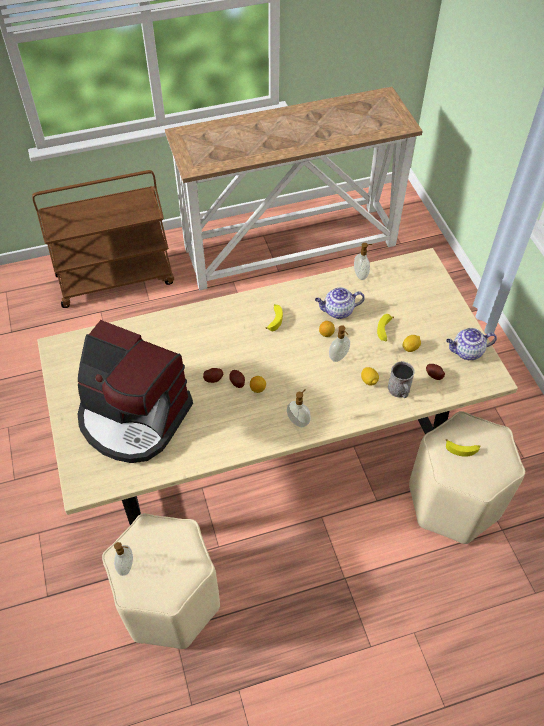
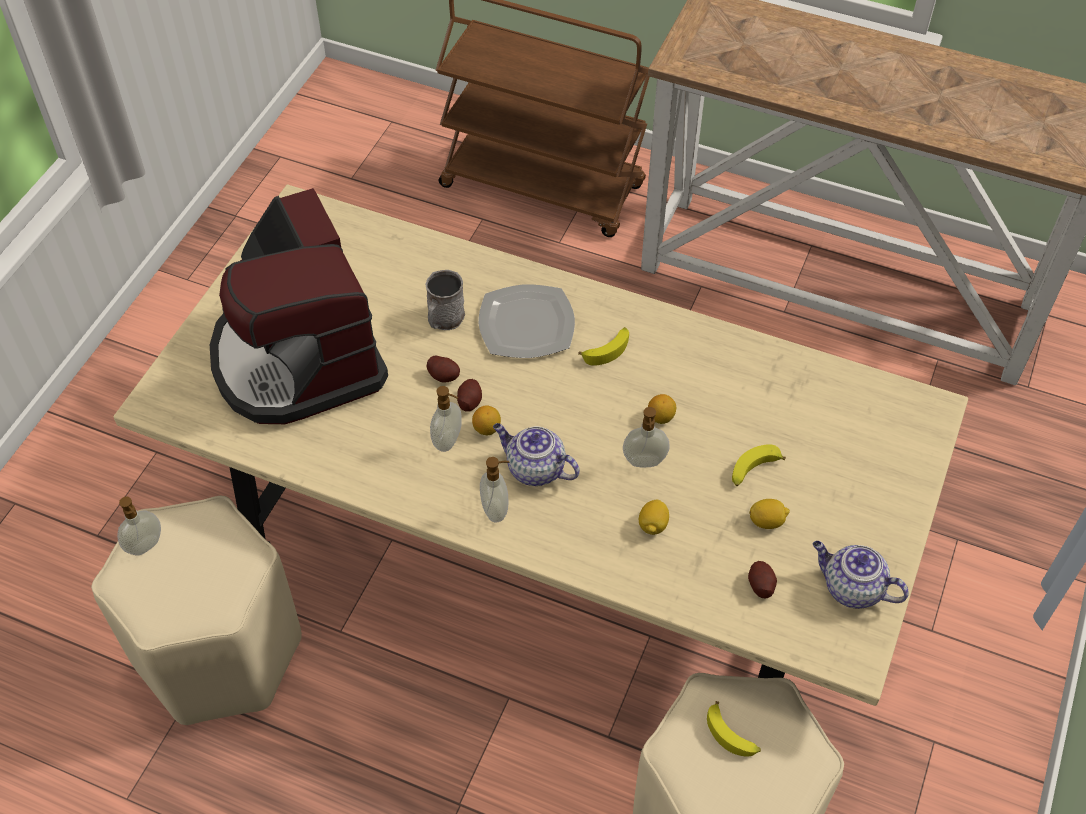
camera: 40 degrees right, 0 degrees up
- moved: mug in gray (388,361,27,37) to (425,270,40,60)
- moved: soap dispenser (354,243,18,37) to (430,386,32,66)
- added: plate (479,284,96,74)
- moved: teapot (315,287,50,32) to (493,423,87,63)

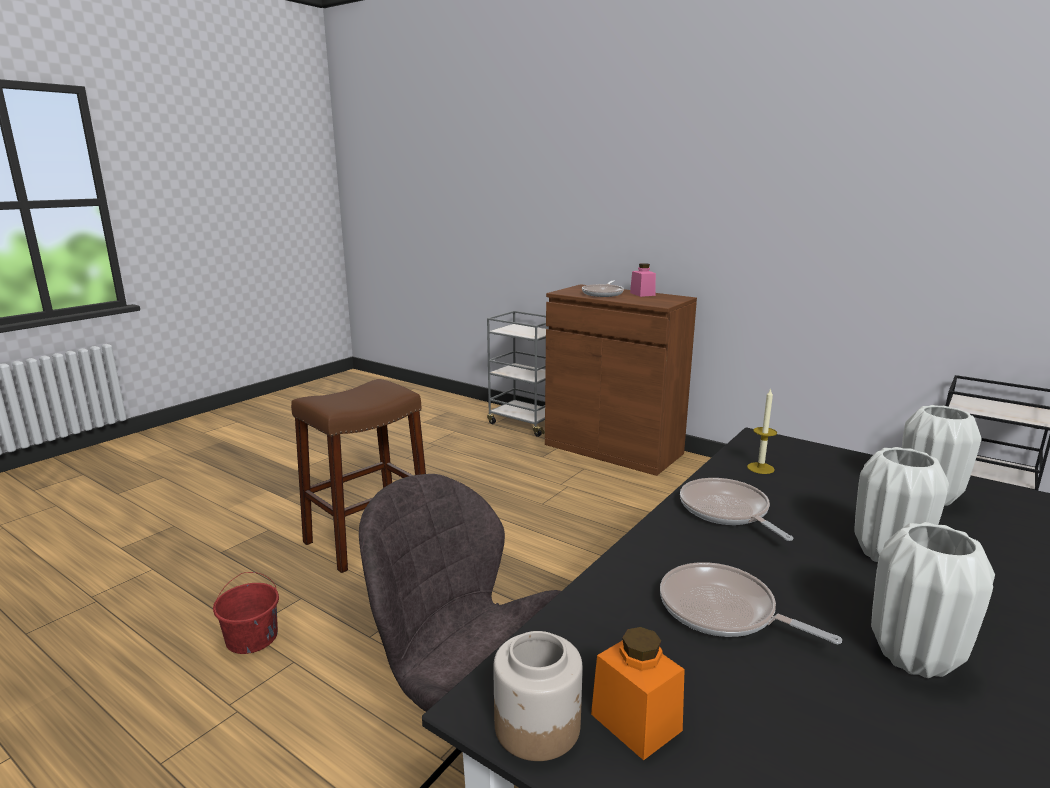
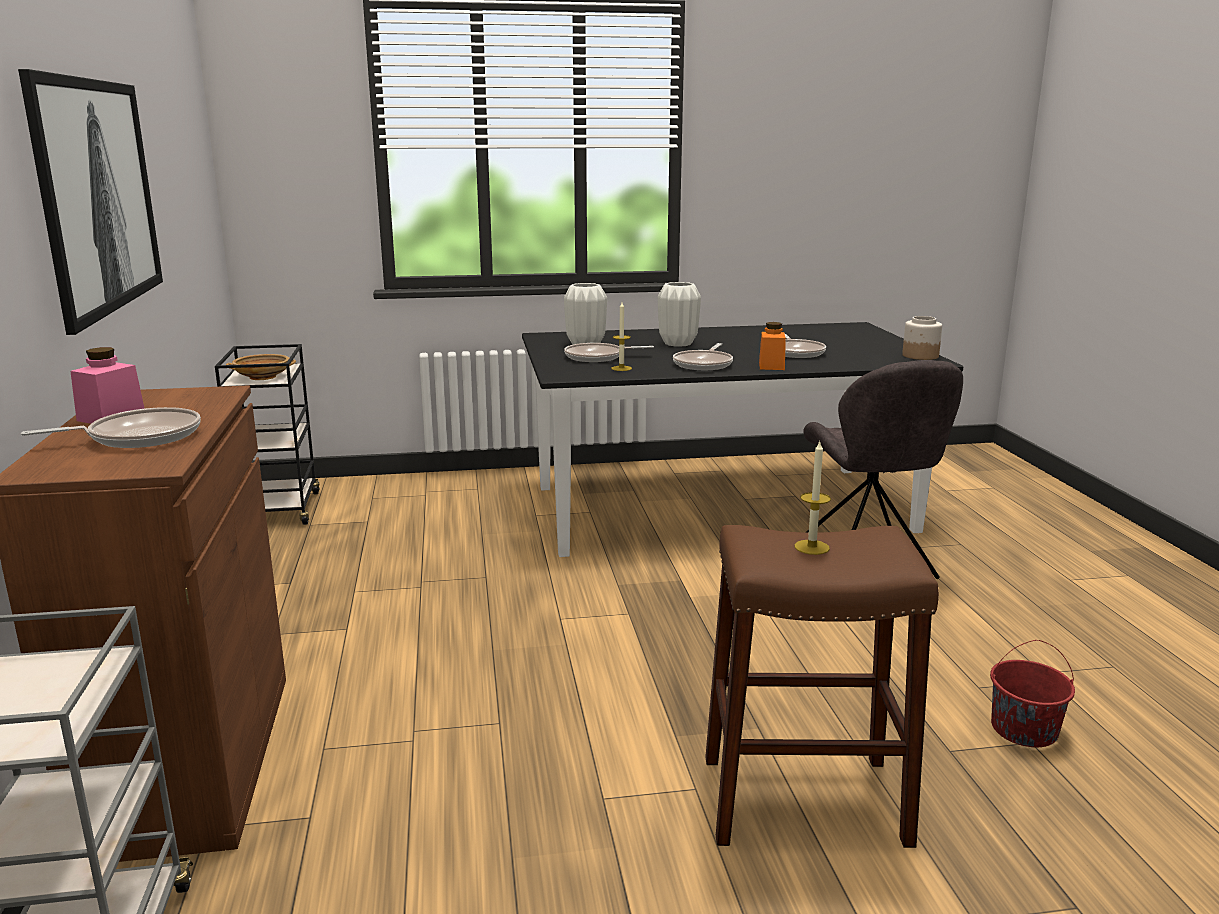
camera: 135 degrees left, 0 degrees up
- added: wall art (18,69,145,266)
- added: serving bowl in sand-coloured (226,354,70,26)
- added: pan (564,343,90,19)
- moved: storage jar in orange-coloured (591,627,94,133) to (759,322,27,48)
- added: wax candle (795,442,36,113)
- removed: vase in white-coloured (871,522,124,156)

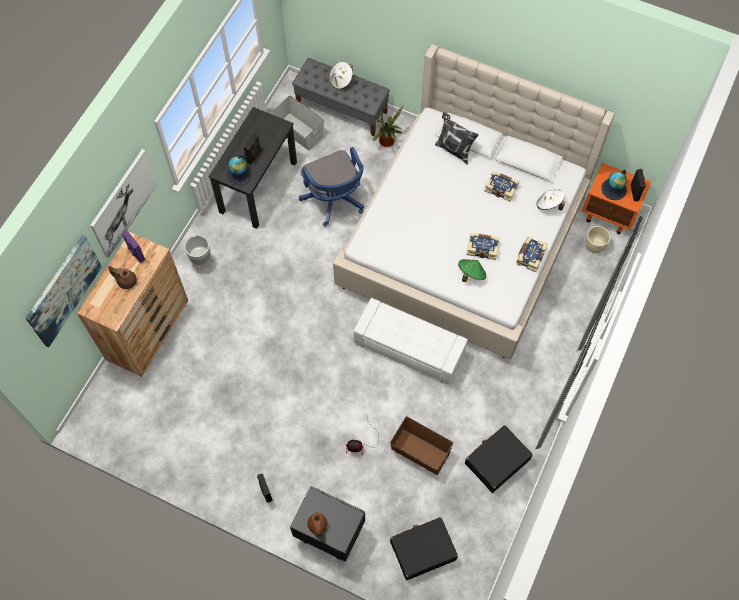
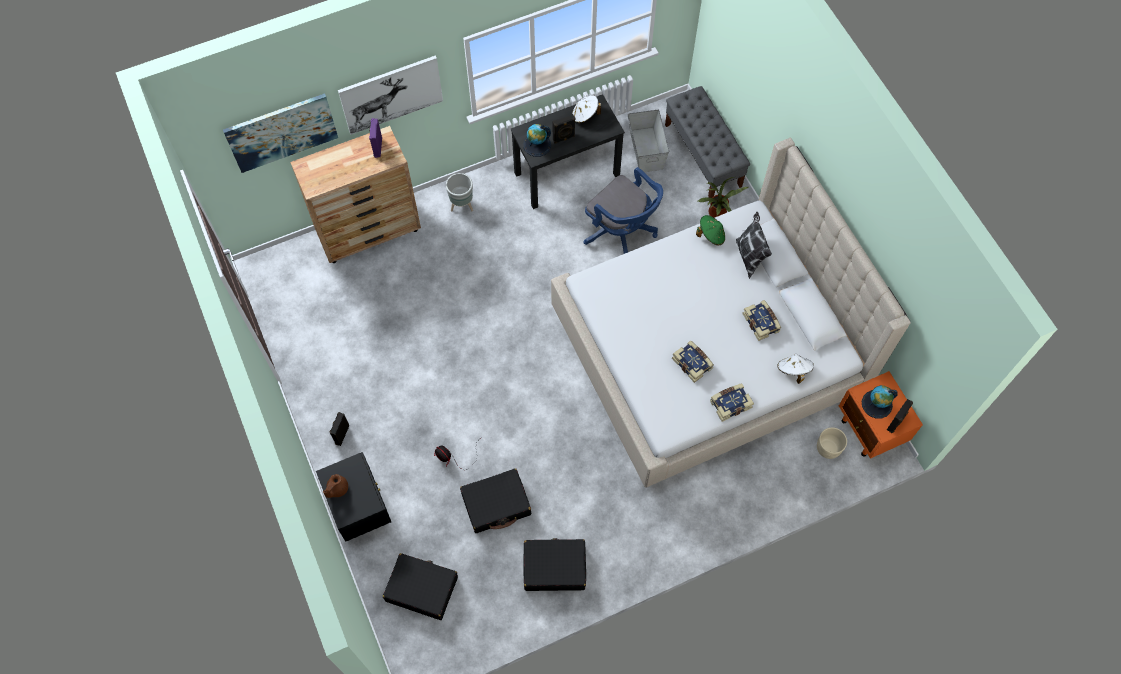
camera: 40 degrees right, 0 degrees up
- replaced: storage box in brown-coloured (390,416,63,59) to travel case in black (460,468,71,65)
- moved: wearable hat in white-coloured (329,62,24,28) to (572,95,29,28)
- turned: desk chair in bluish (299,147,65,79) = (583,167,80,87) 60 degrees counterclockwise
- moved: wearable hat in green (458,259,28,23) to (696,215,29,31)
- removed: teapot in brown-coloured (108,266,29,23)
- removed: footrest in white-coloured (354,298,114,87)

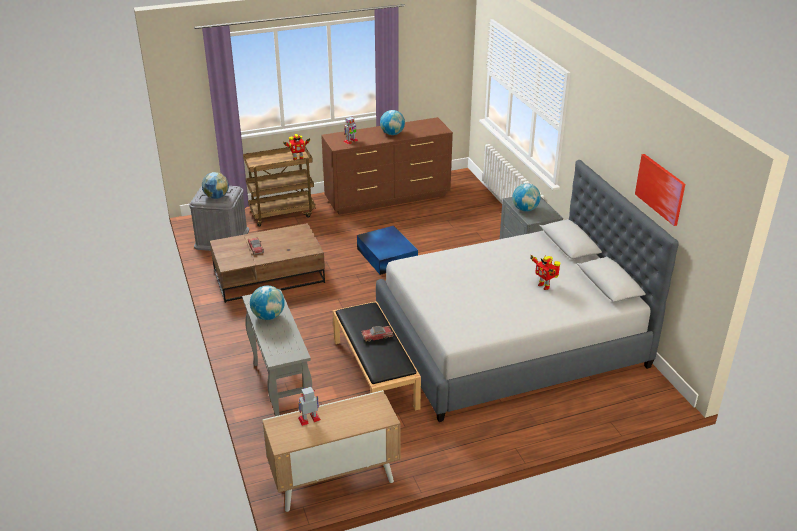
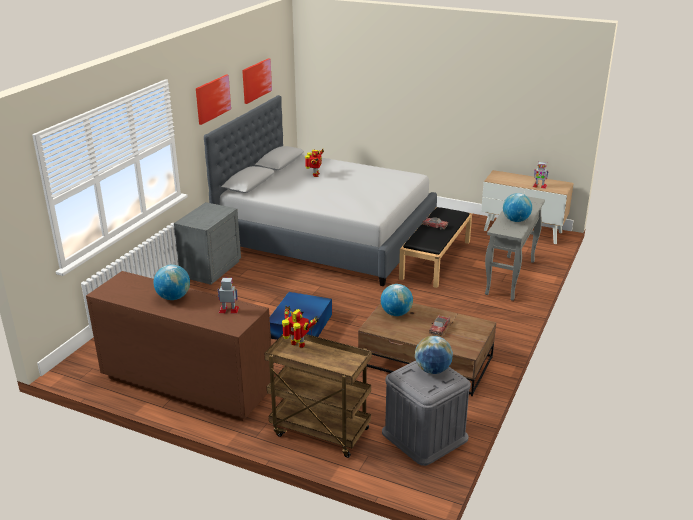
camera: 135 degrees left, 5 degrees down
- added: wall art (196,75,35,50)
- moved: world globe (512,183,29,28) to (381,284,32,32)

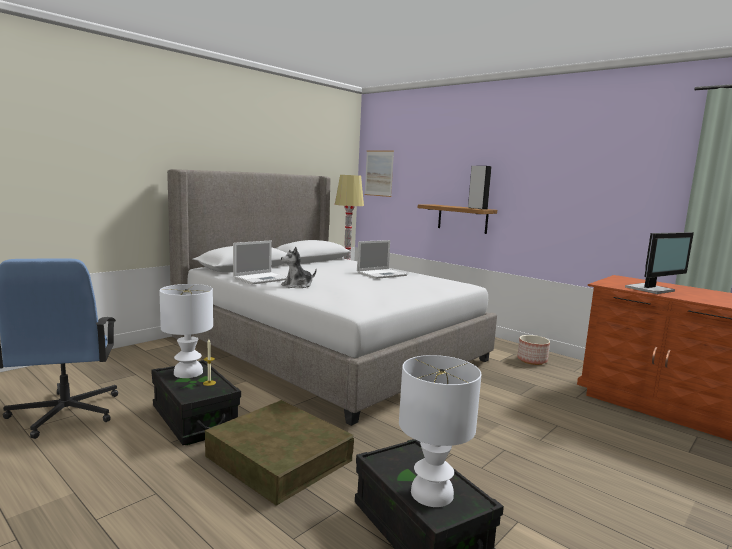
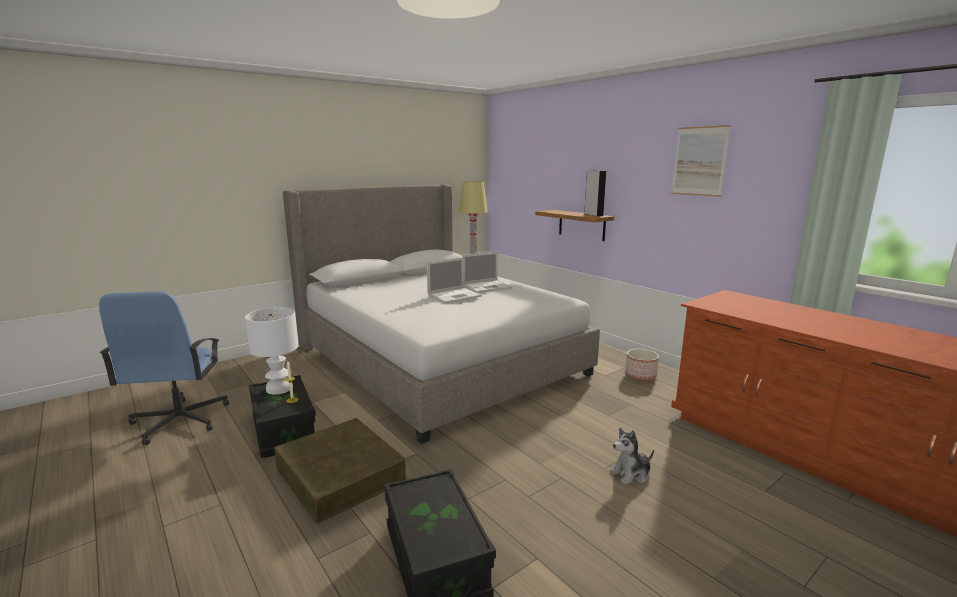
camera: 10 degrees right, 5 degrees up
- moved: laptop (233,240,54,45) to (427,257,55,46)
- moved: soft toy (281,247,36,41) to (610,427,44,58)
- moved: wall art (365,151,29,46) to (671,125,60,72)
- removed: lamp for a table in white-coloured (399,355,82,152)
- removed: monitor (625,232,69,62)

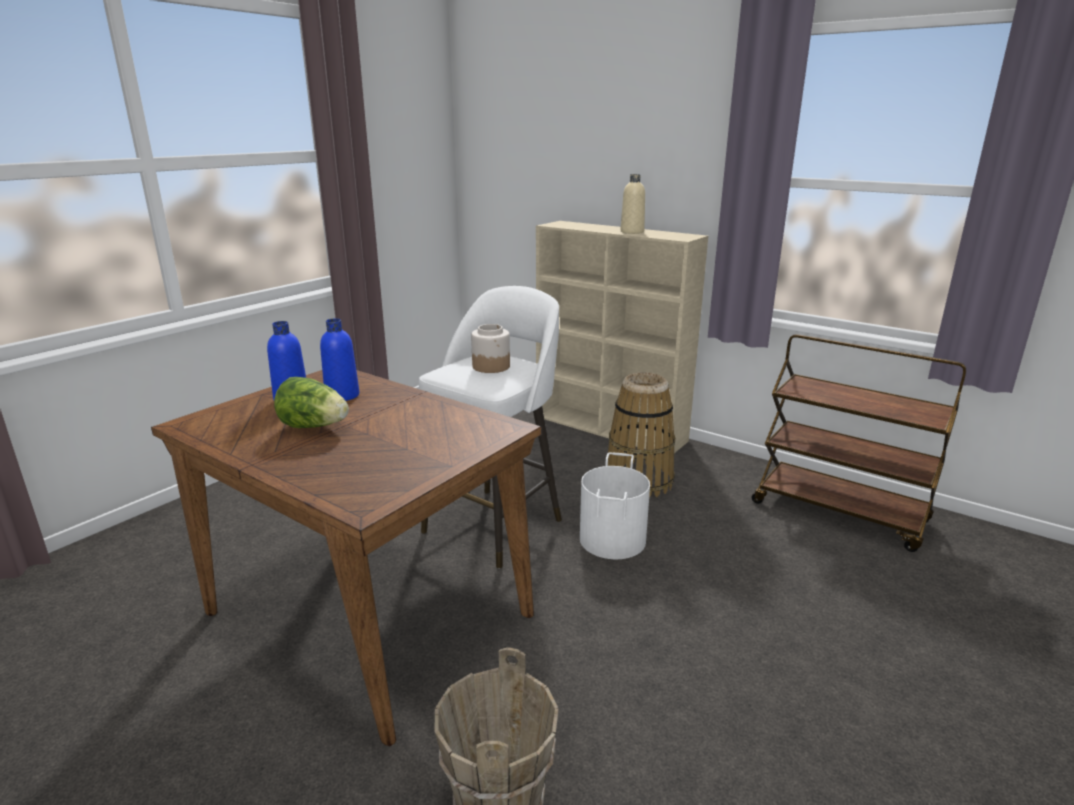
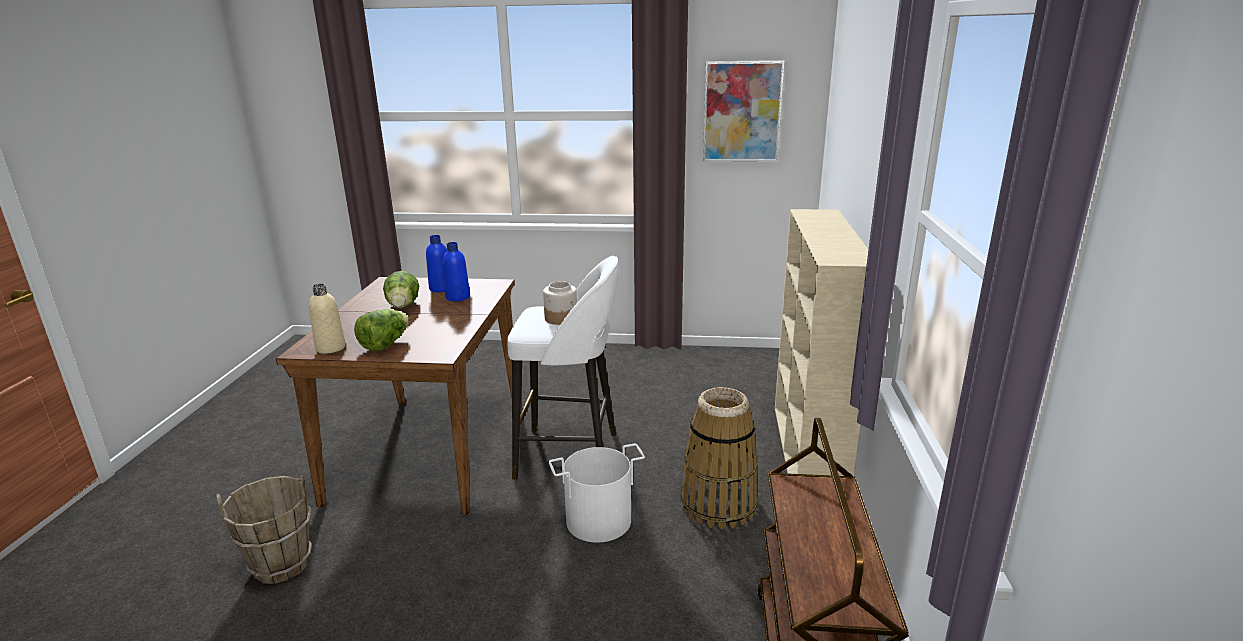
camera: 60 degrees right, 0 degrees up
- moved: bottle in sand-coloured (620,174,25,60) to (308,284,38,70)
- added: head of lettuce (354,309,55,42)
- added: wall art (703,60,81,102)

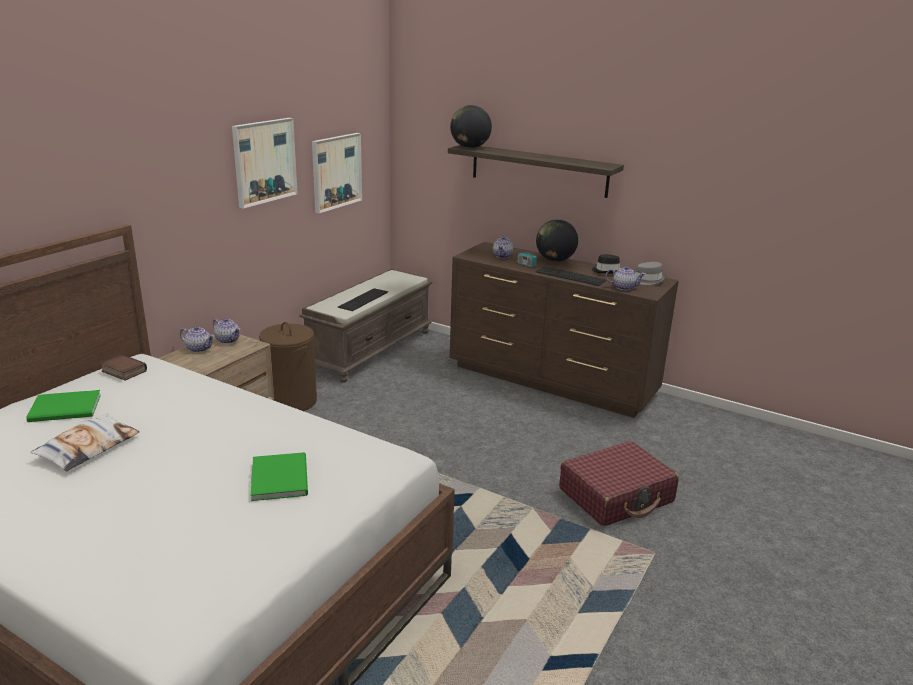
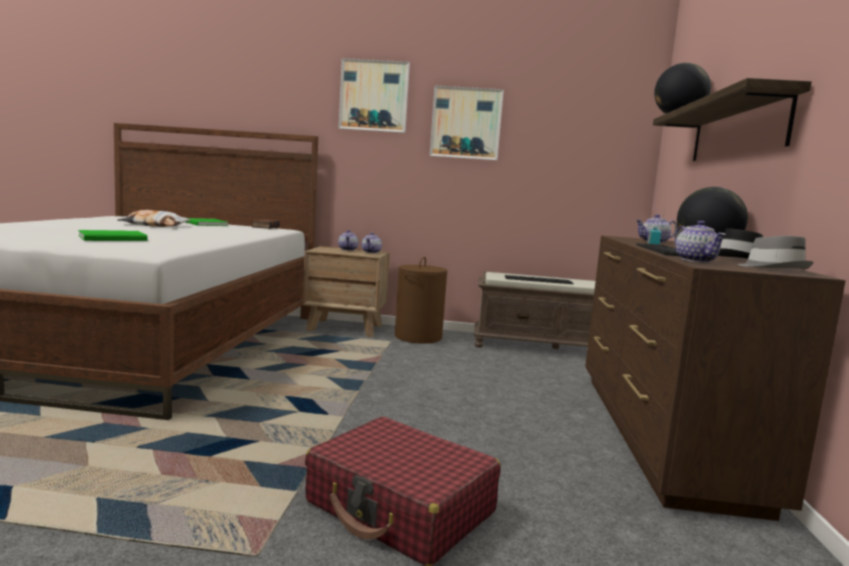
camera: 65 degrees right, 15 degrees down
- moved: wall art (312,133,50,80) to (339,58,71,75)

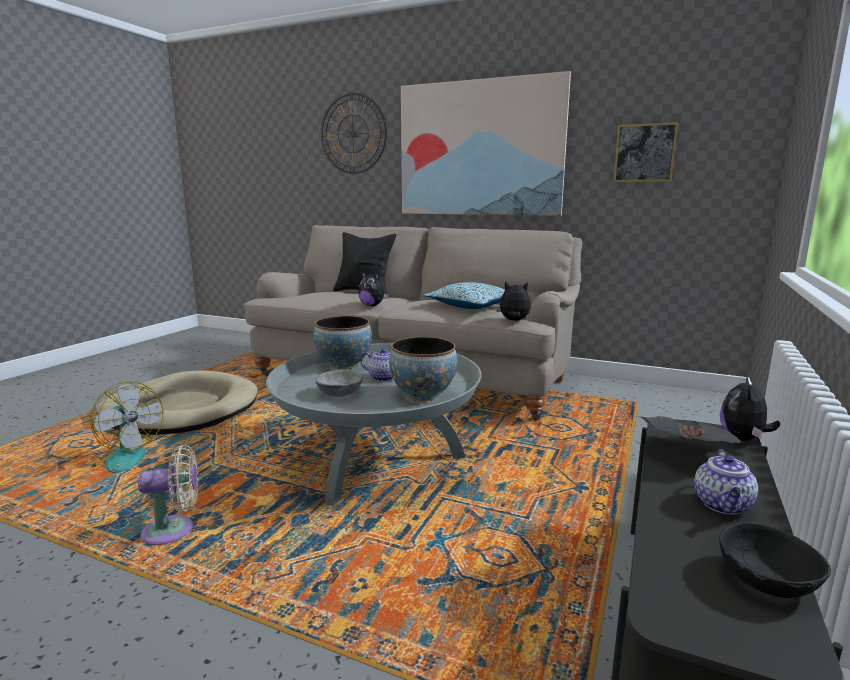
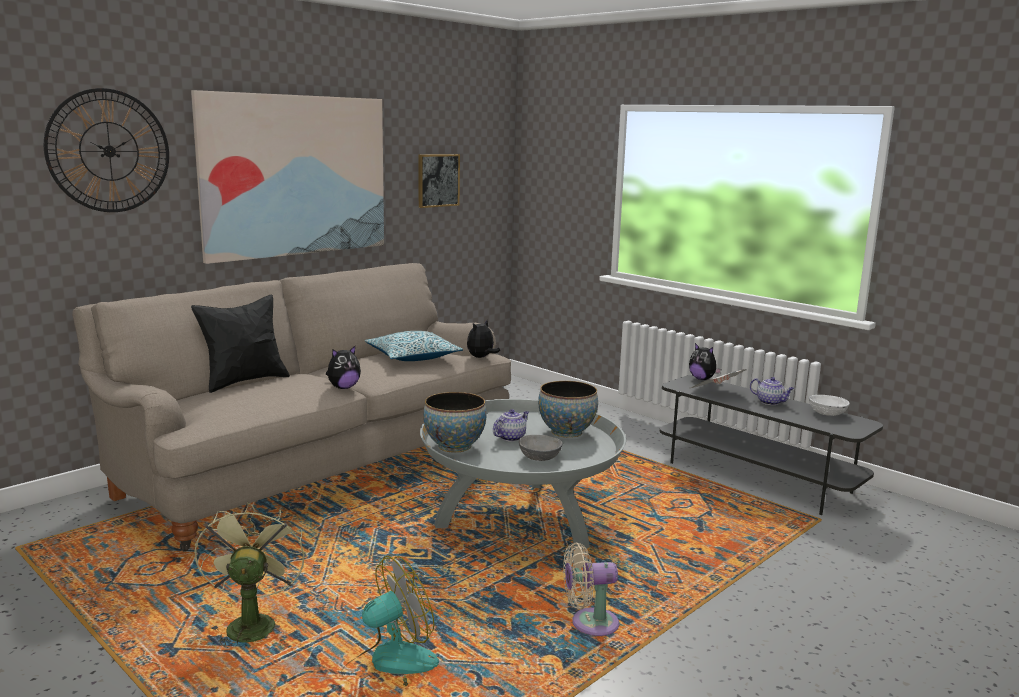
camera: 70 degrees left, 0 degrees up
- replaced: pet bed in sand-coloured (96,371,162,64) to electric fan in green (194,502,111,146)
- turned: electric fan in sand-coloured (138,445,60,100) = (563,542,56,94) 105 degrees counterclockwise
- recoloured: serving bowl in black (719,522,112,76) to serving bowl in white-coloured (809,395,41,21)

